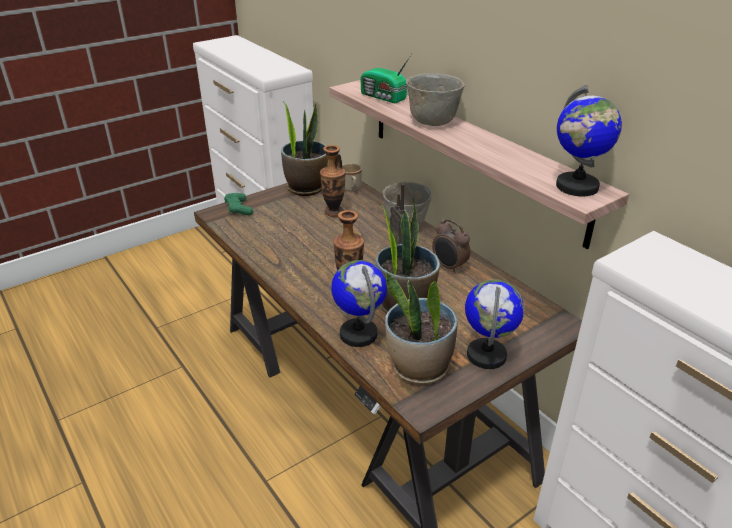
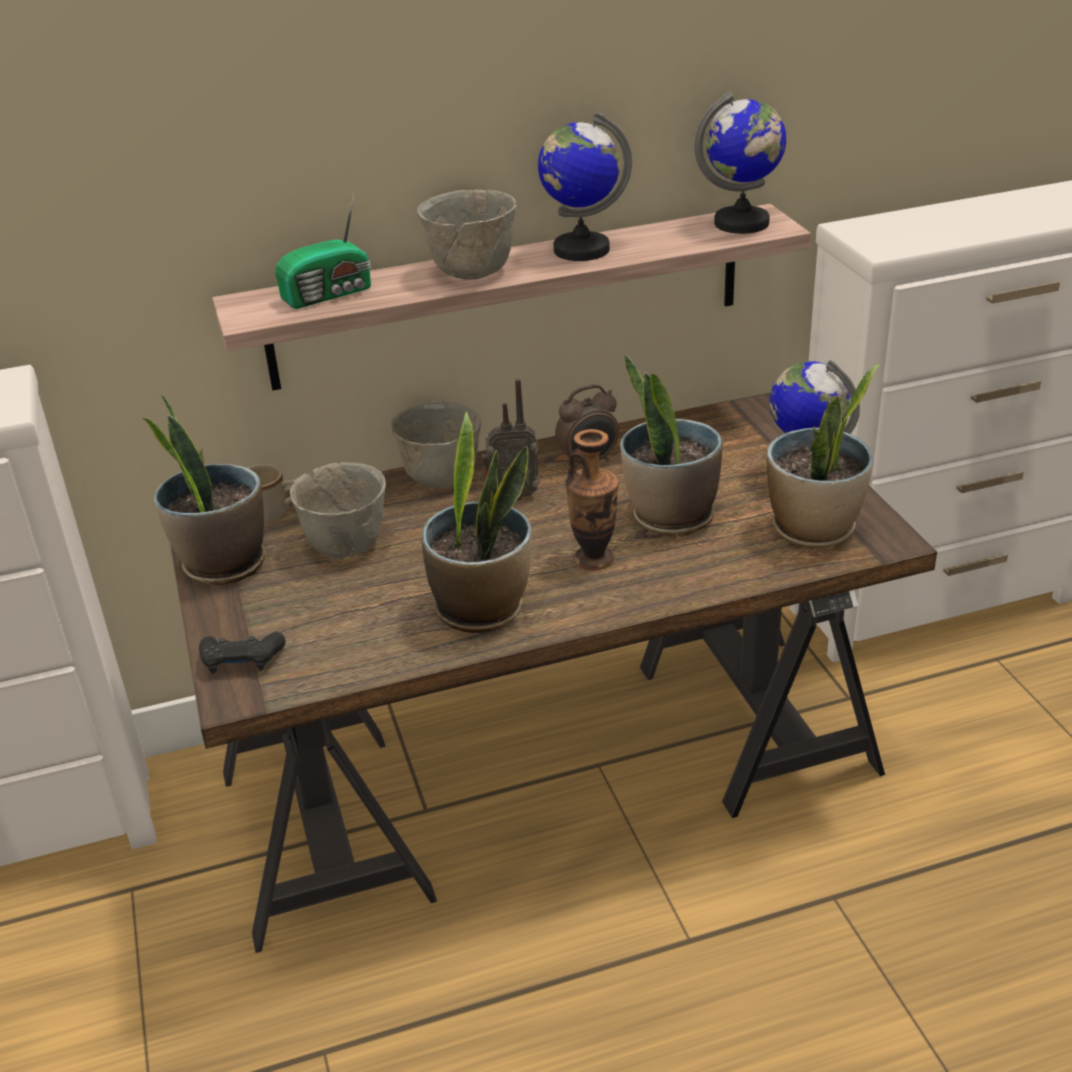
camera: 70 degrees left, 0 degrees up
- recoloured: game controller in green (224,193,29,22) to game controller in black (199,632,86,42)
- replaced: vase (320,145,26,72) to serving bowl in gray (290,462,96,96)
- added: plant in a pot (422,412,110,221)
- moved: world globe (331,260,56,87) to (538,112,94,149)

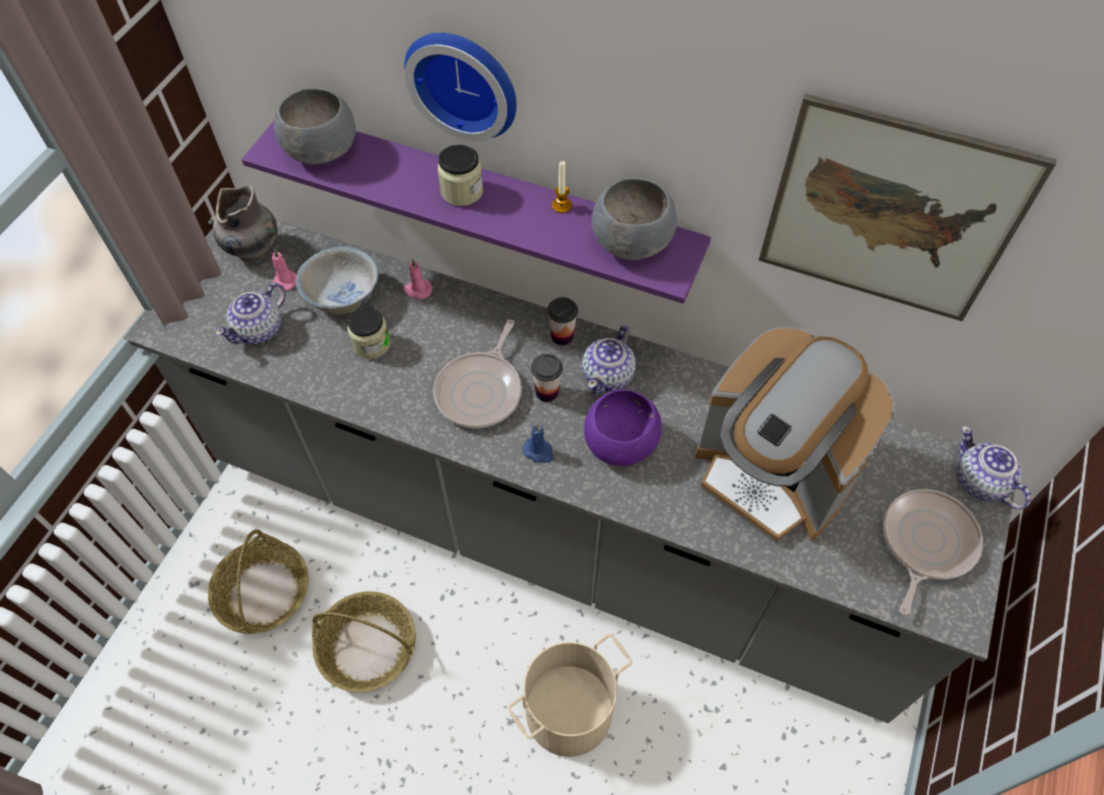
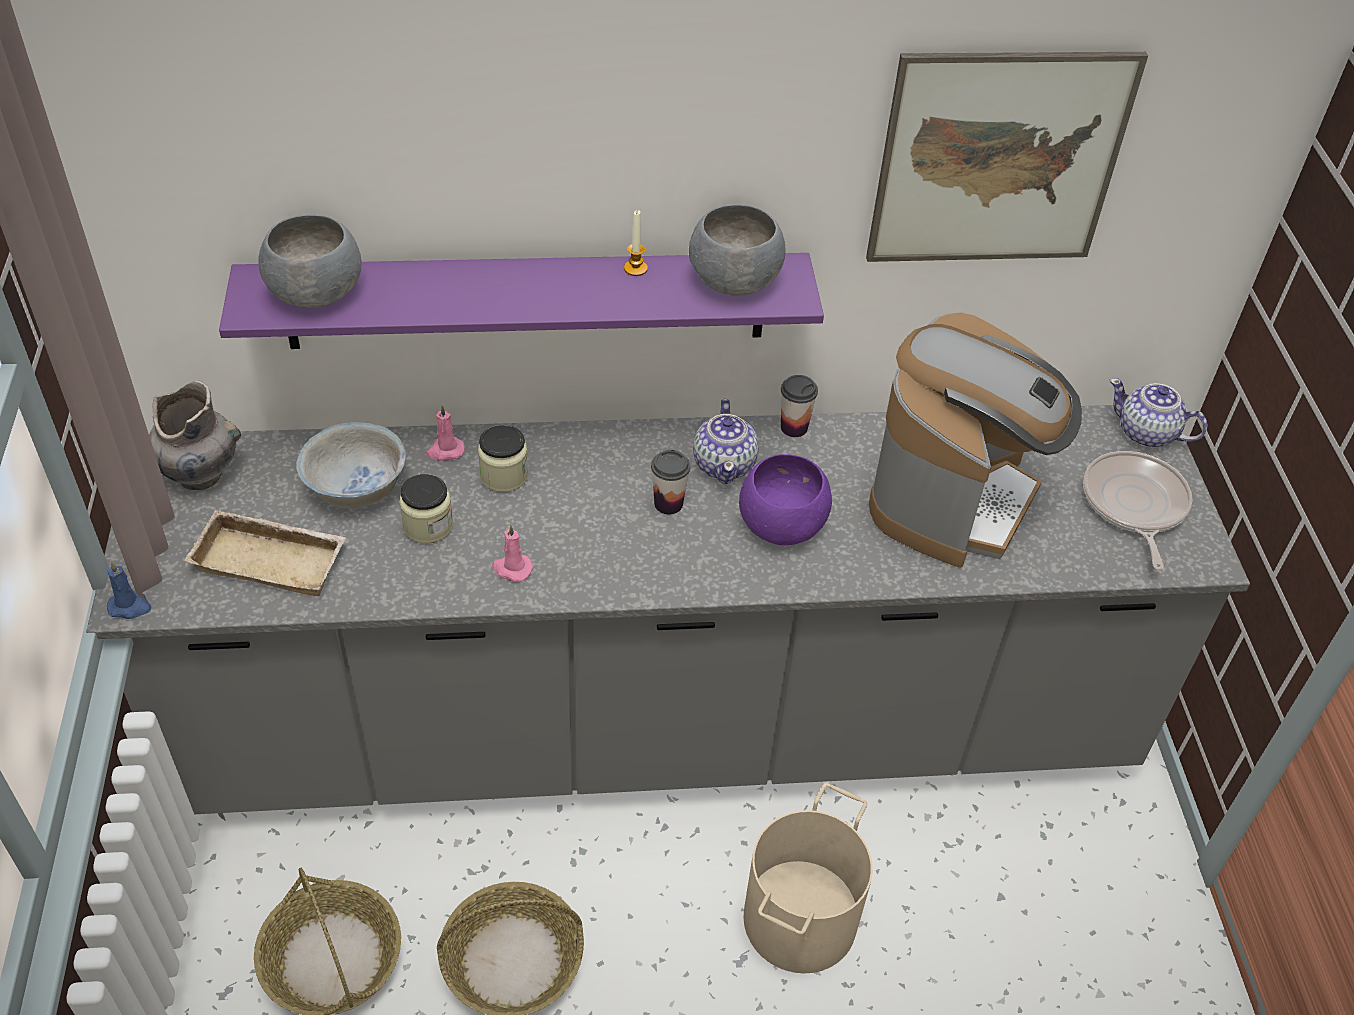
camera: 30 degrees left, 10 degrees down
- moved: wax candle in bluish (523,423,30,40) to (107,561,44,58)
- replaced: teapot (215,283,71,61) to serving tray in sand-coloured (184,510,162,86)
- moved: storage jar (438,145,45,61) to (478,425,51,67)
- moved: wax candle in pink (272,249,25,42) to (492,524,41,58)
- moved: drinking cup (547,297,31,48) to (781,375,37,62)
- turned: coffee brewer (695,327,200,216) = (869,312,213,255) 75 degrees counterclockwise
- removed: clock on the wall (404,33,113,108)
- removed: pan (433,320,89,108)

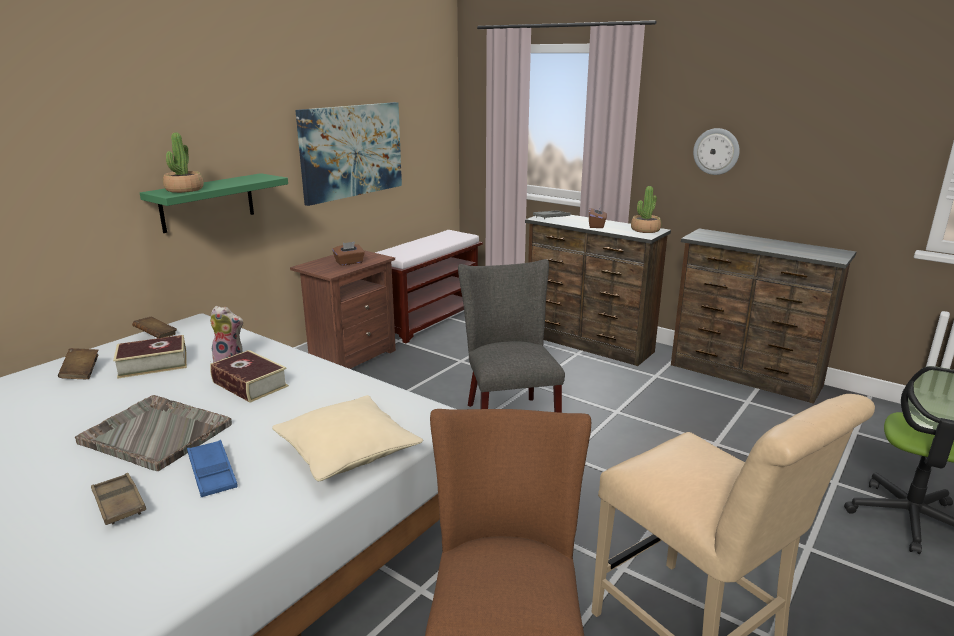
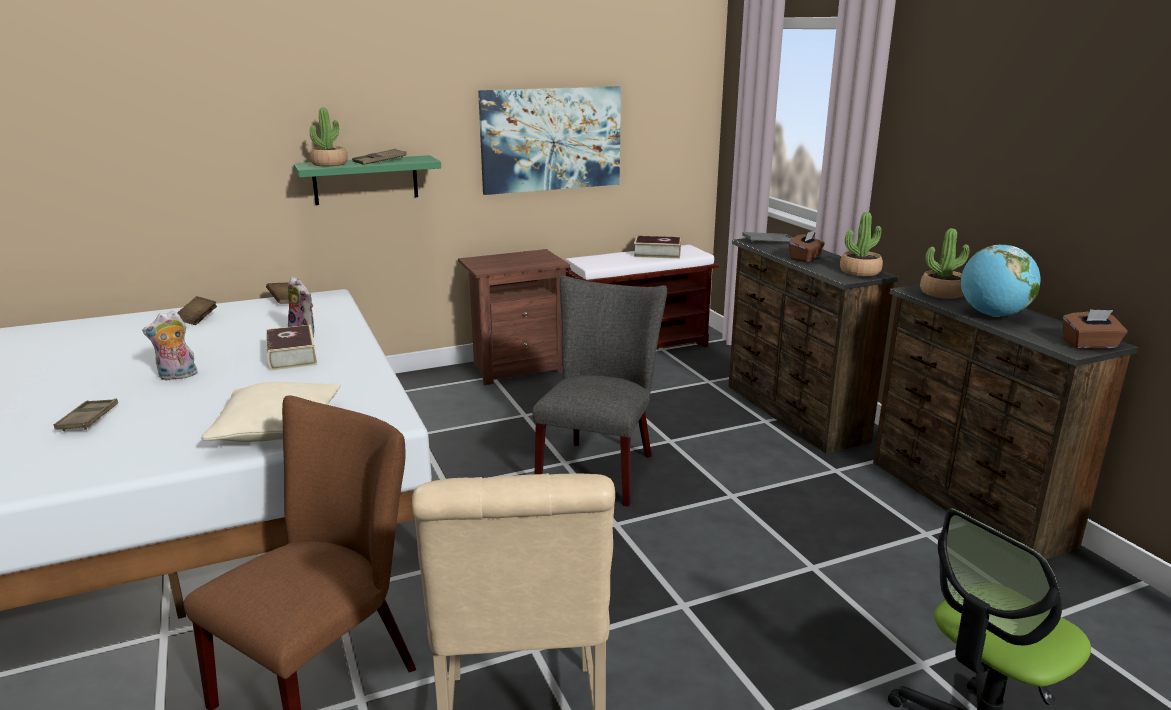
camera: 30 degrees right, 0 degrees up
- replaced: serving tray in gray (75,395,157,76) to soft toy (142,311,55,70)
- added: serving tray in brown-coloured (352,149,55,15)
- moved: bound book (113,335,74,44) to (634,236,47,23)
- added: plant in a pot (920,228,50,71)
- added: world globe (961,245,79,72)
- moved: tissue holder in brown-coloured (332,242,33,24) to (1063,309,65,40)
- removed: serving tray in bluish (187,440,51,57)
- removed: clock on the wall (693,128,47,47)

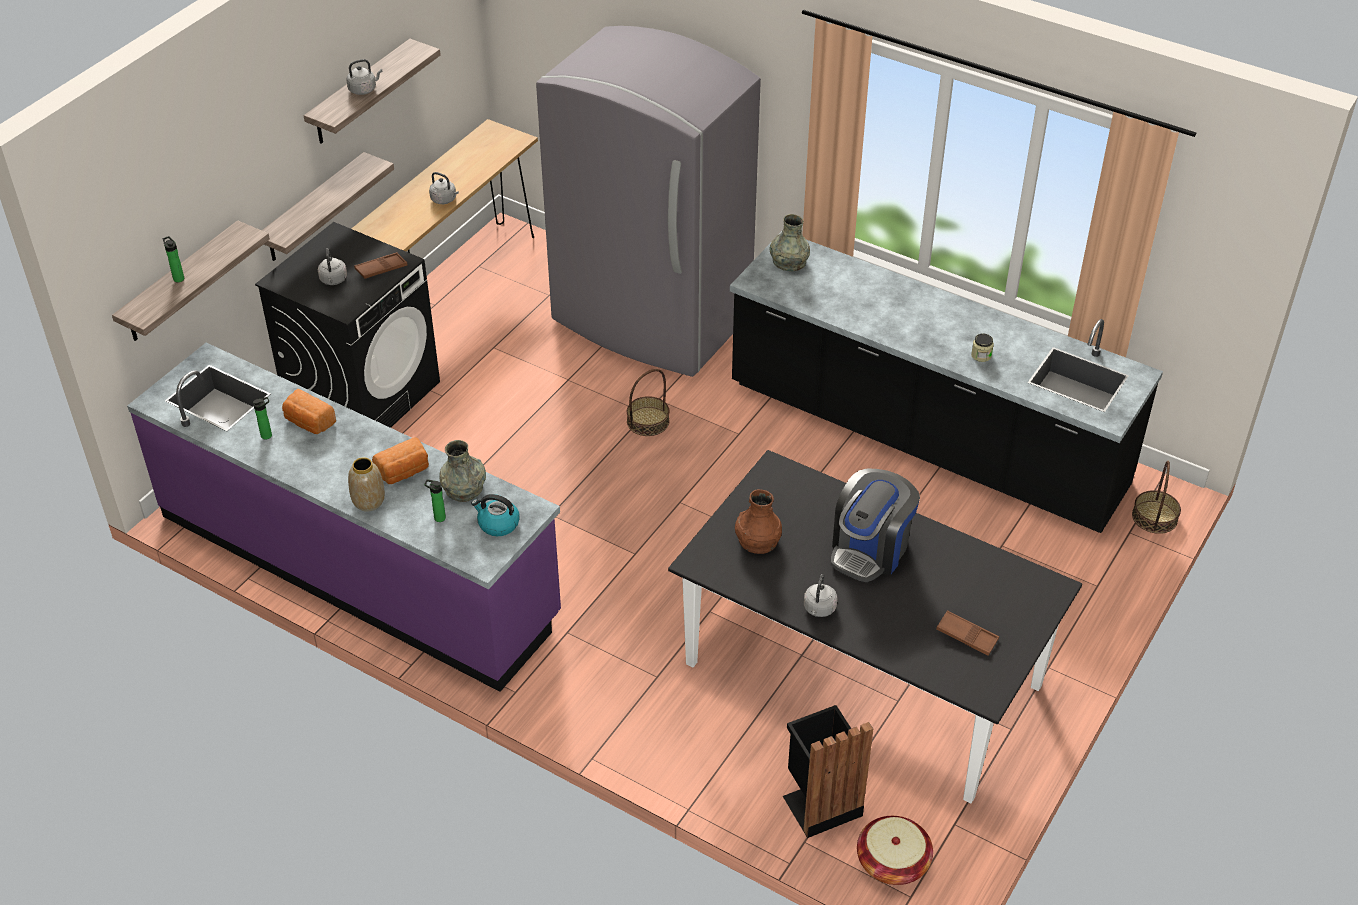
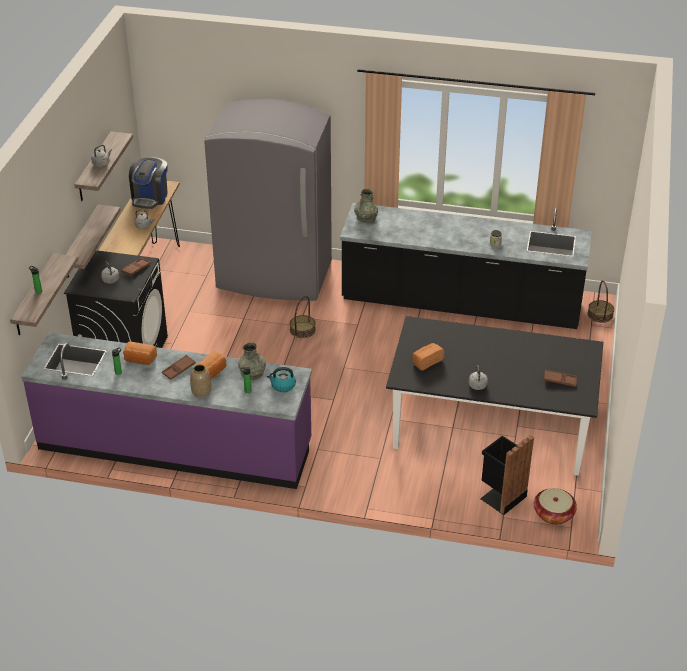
camera: 20 degrees left, 5 degrees down
- moved: coffee brewer (831,469,89,114) to (129,157,39,52)
- added: serving tray in brown-coloured (162,355,34,25)
- replaced: vase in brown-coloured (735,489,47,65) to bakery bread (412,343,32,28)

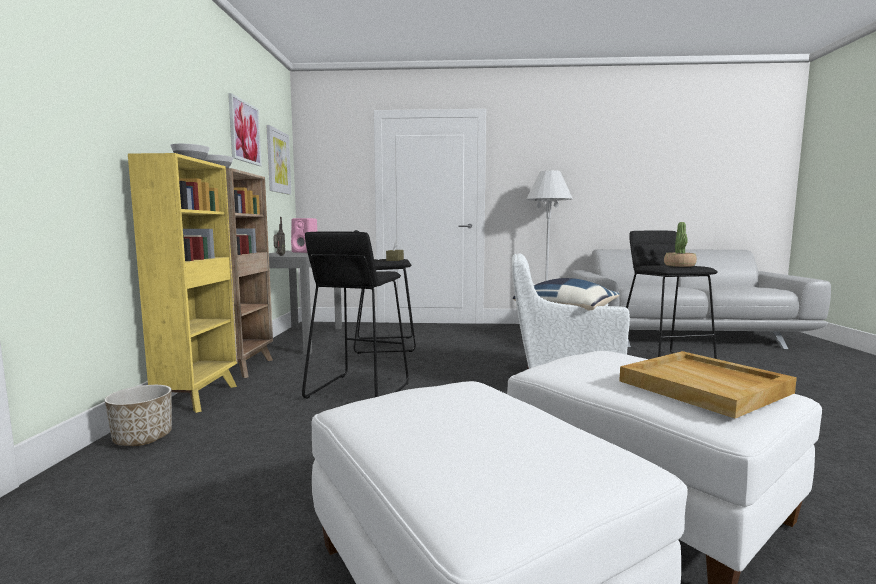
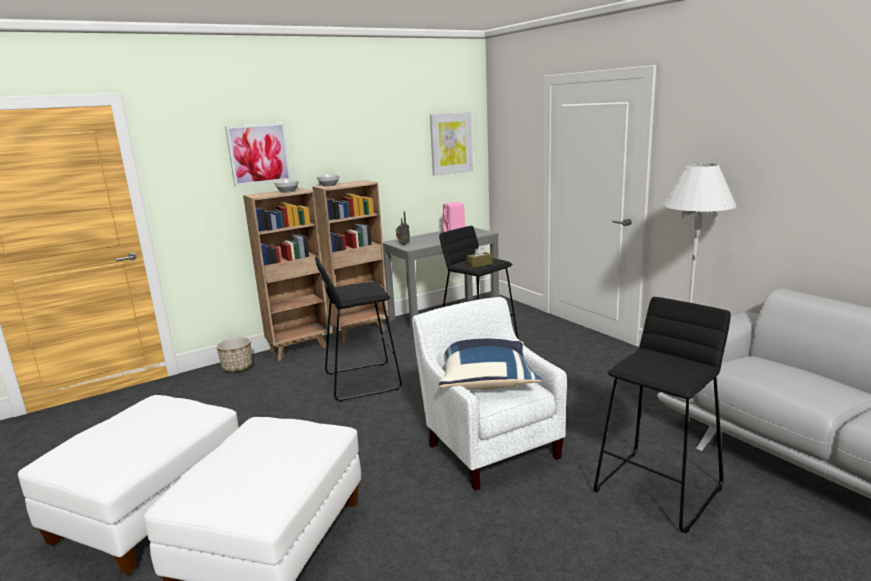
camera: 55 degrees right, 10 degrees up
- moved: wall art (228,93,34,73) to (225,123,66,64)
- recoloured: shelving unit in yellowish (128,153,110,260) to shelving unit in brown-coloured (243,188,87,173)
- removed: serving tray in sand-coloured (619,351,178,67)
- removed: plant in a pot (664,222,33,45)

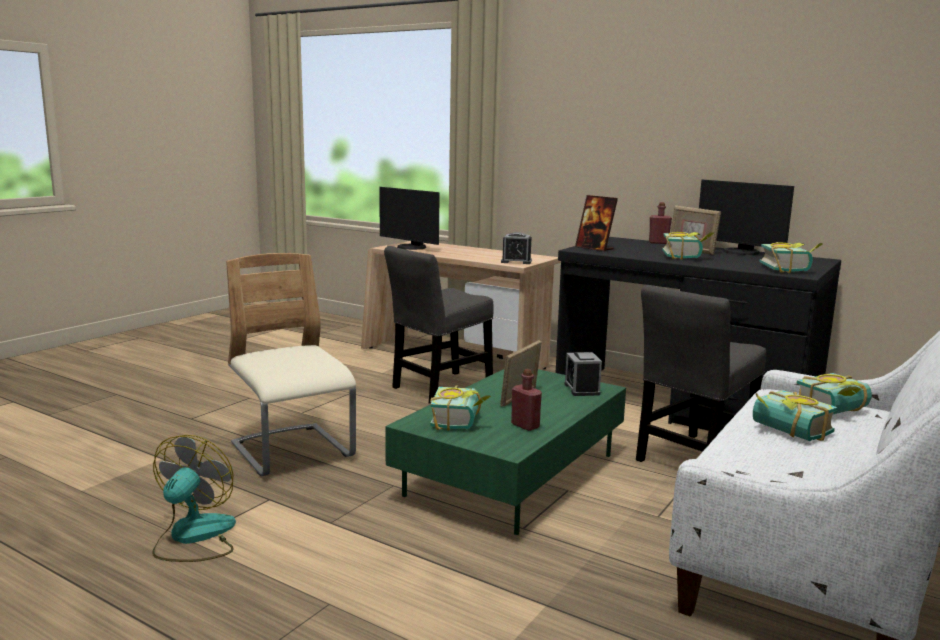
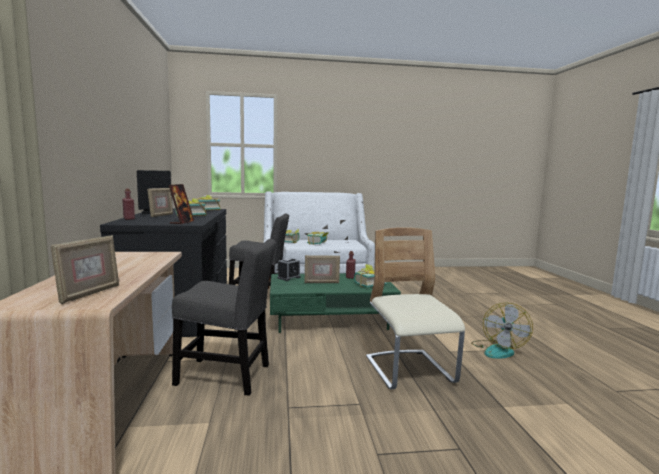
camera: 130 degrees left, 5 degrees down
- replaced: monitor (379,187,61,63) to picture frame (51,235,68,69)
- turned: chair in sand-coloured (226,253,130,223) = (366,227,99,162) 150 degrees clockwise
- turned: electric fan (152,435,84,127) = (471,303,62,56) 45 degrees counterclockwise
- removed: bedside clock (501,232,31,32)

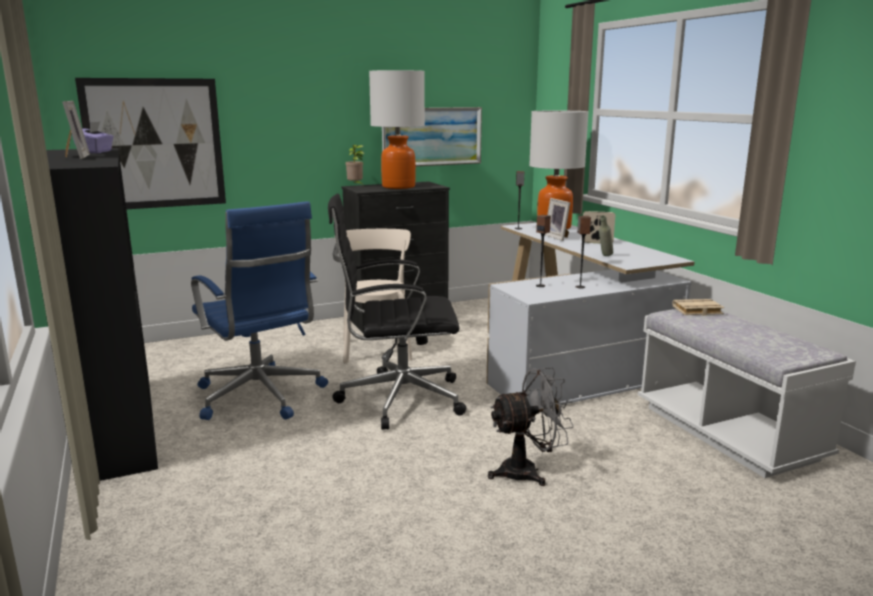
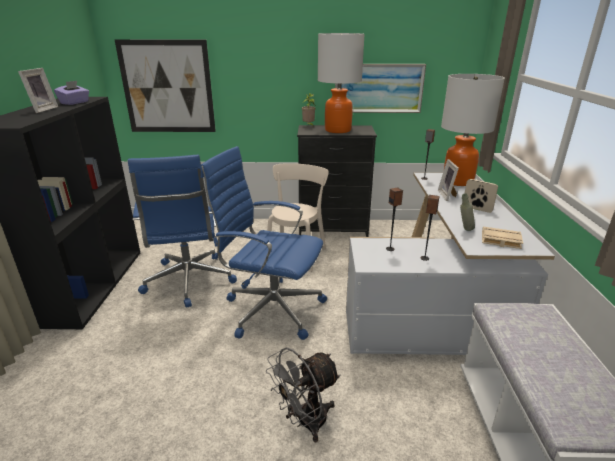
camera: 25 degrees right, 10 degrees up
- recoloured: desk chair in black (328,194,138,236) to desk chair in bluish (200,146,127,194)
- turned: electric fan in gray (488,368,86,118) = (266,347,75,96) 135 degrees clockwise
- moved: bound book in sand-coloured (672,299,53,17) to (482,227,41,22)

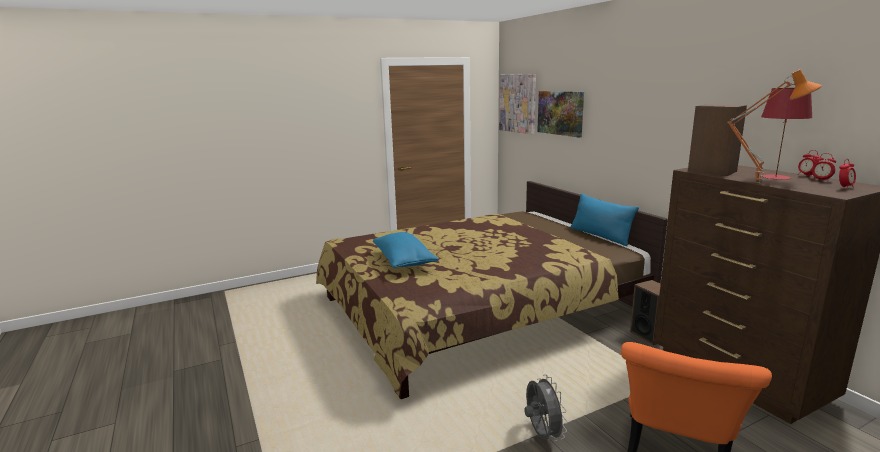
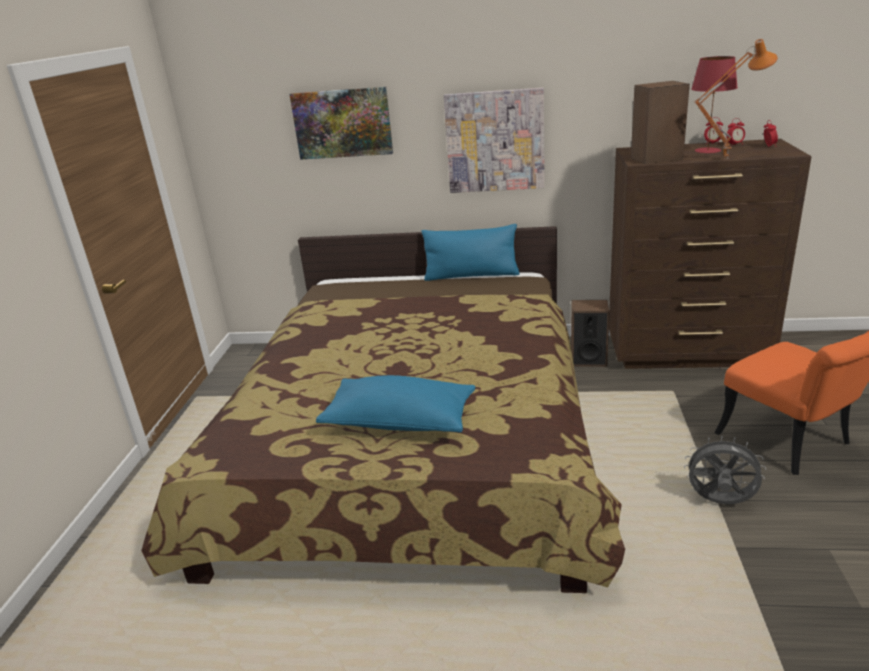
camera: 55 degrees left, 10 degrees up
- moved: wall art (499,74,37,61) to (444,88,100,105)

